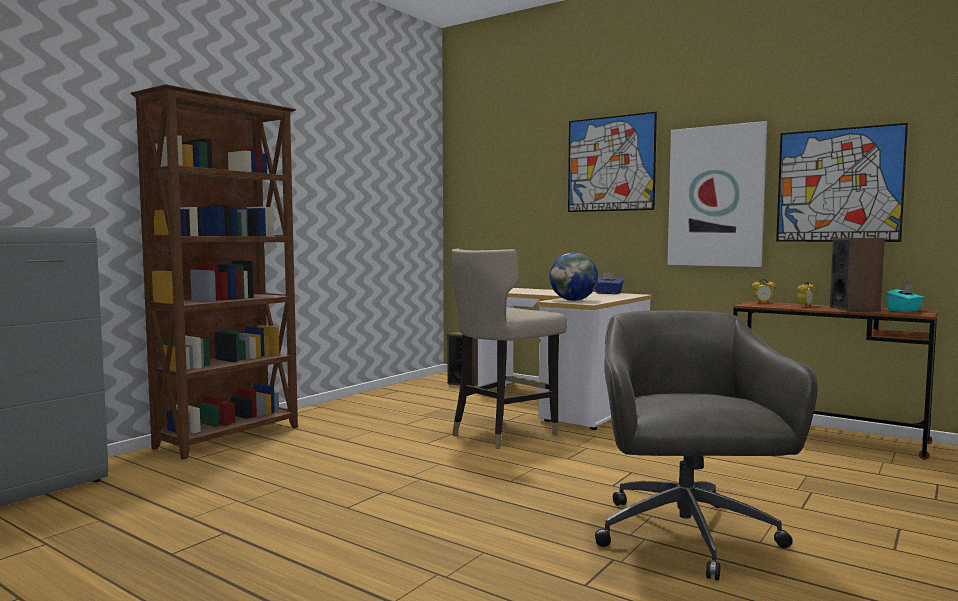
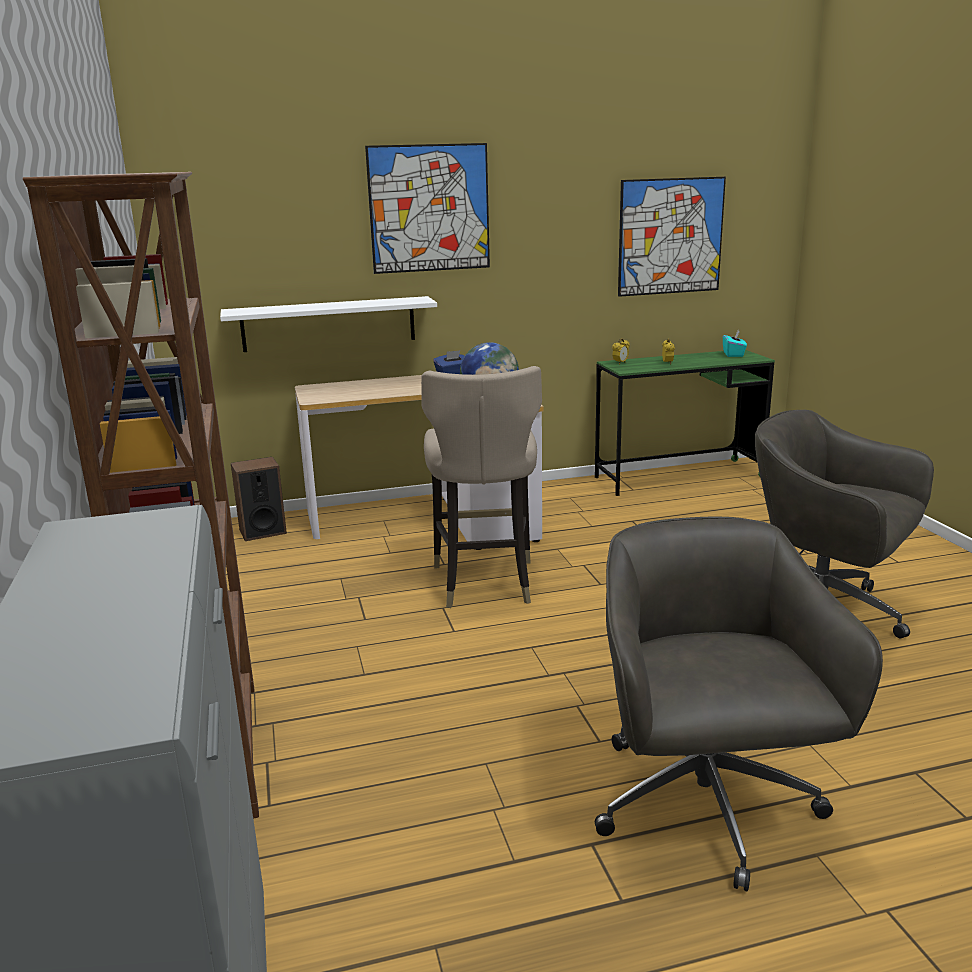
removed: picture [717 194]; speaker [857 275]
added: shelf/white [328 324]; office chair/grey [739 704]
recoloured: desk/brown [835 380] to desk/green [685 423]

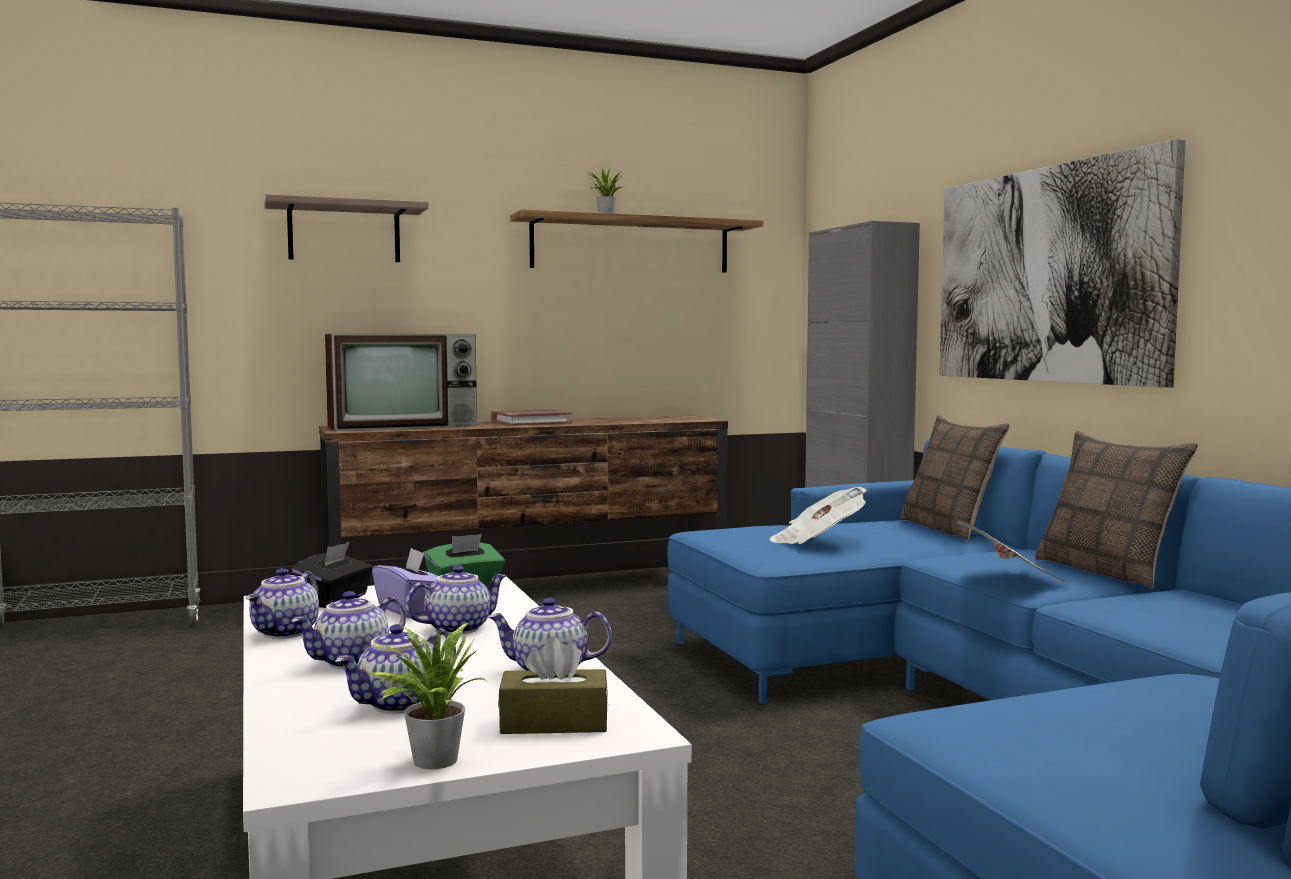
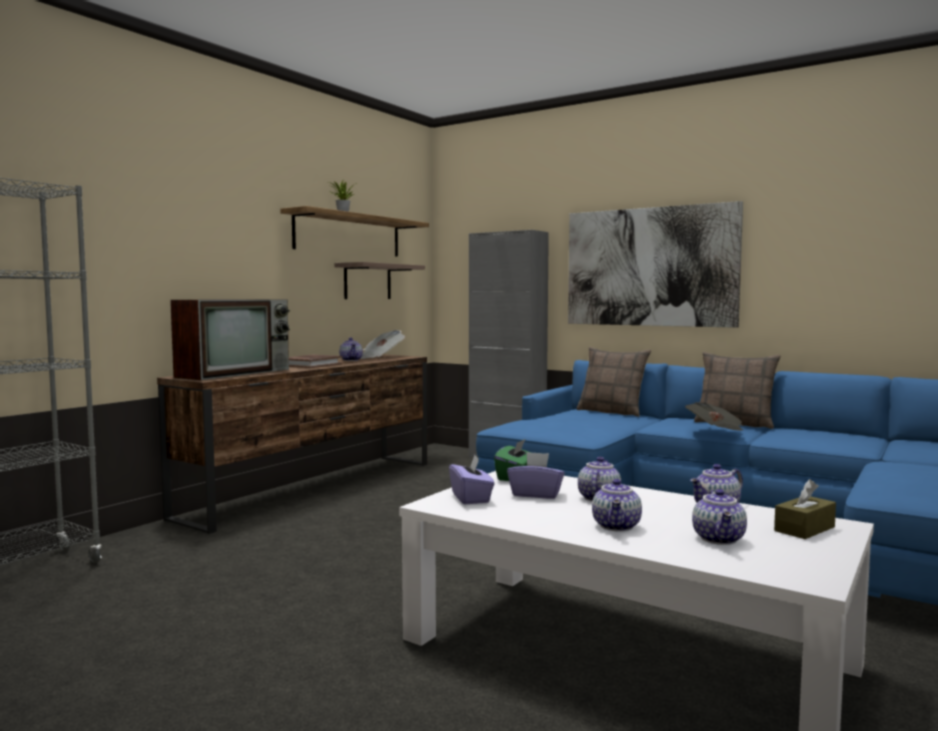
removed: potted plant [426 695]
moved: shelf [346 228] to [379 280]; newspaper [818 515] to [382 344]; teapot [282 603] to [351 349]
recoloured: tissue box/black [332 575] to tissue box/purple [471 479]

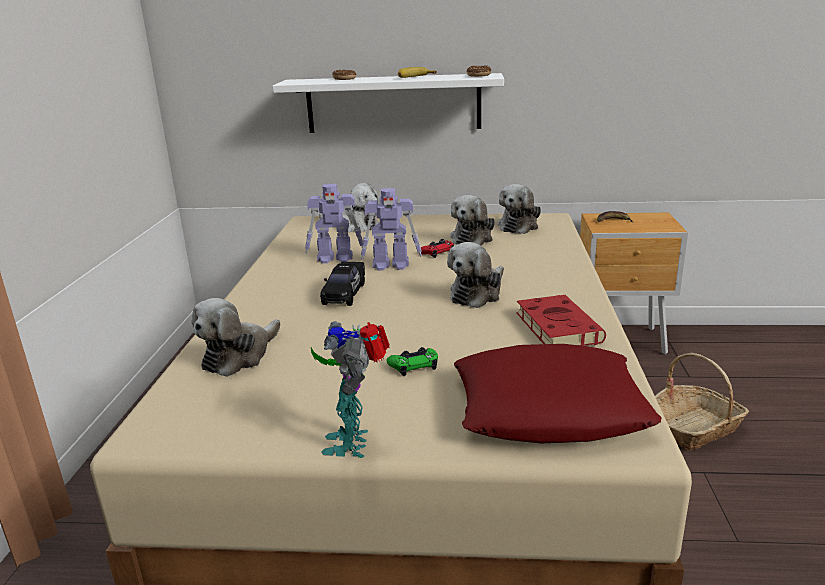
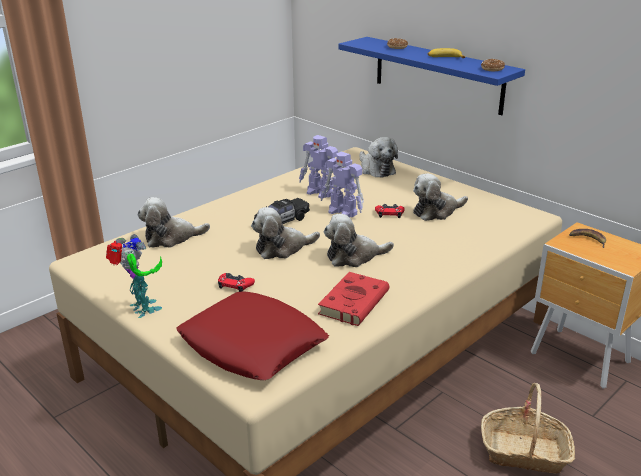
moved: plush toy [519 209] to [285 233]
recoloured: shelf/white [388 103] to shelf/blue [431 76]; game controller/green [412 361] to game controller/red [236 282]
turned: toy robot [350 389] = [134 276] 105 degrees clockwise

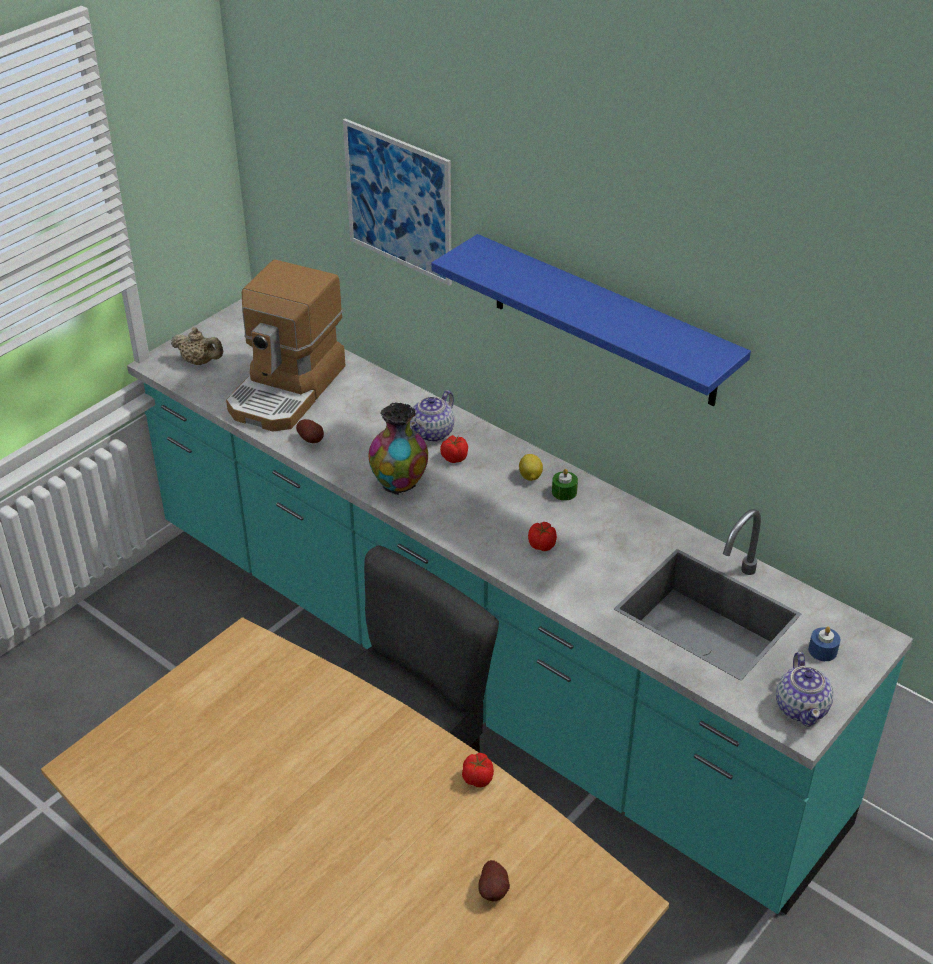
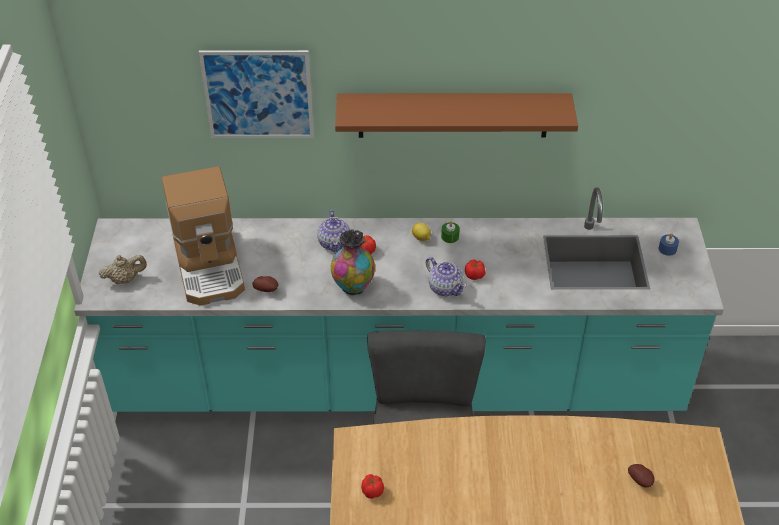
moved: teapot [804 689] to [446 276]; tomato [478 770] to [372 486]
recoloured: shelf/blue [591 320] to shelf/brown [456 115]

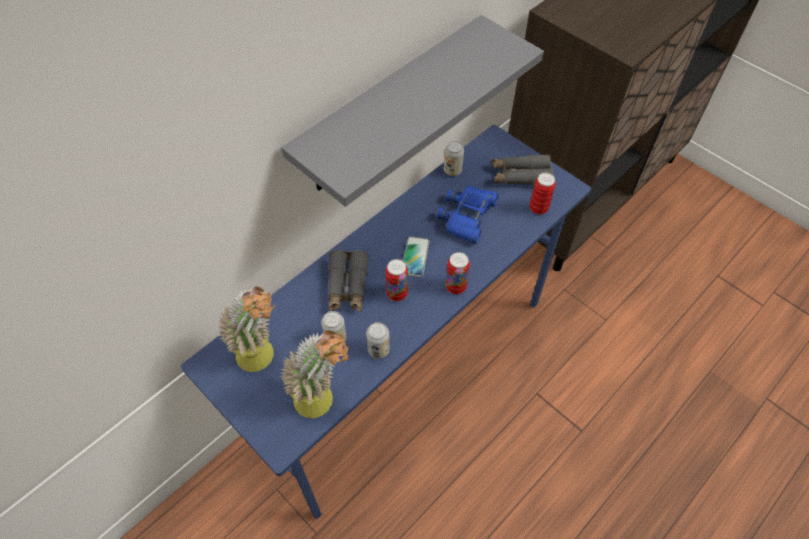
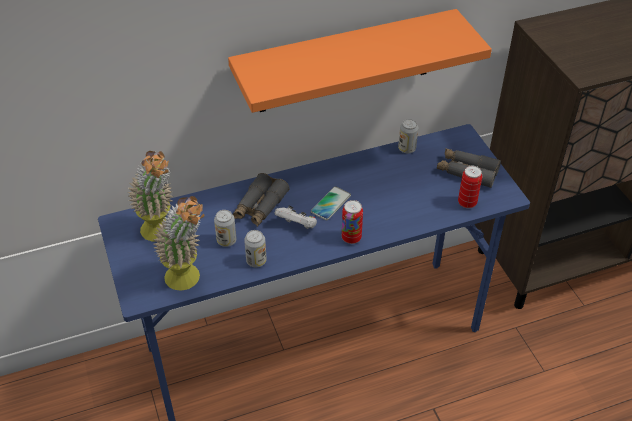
removed: binoculars/blue [468 214]
replaced: can [397 280] to game controller/white [296 217]
recoloured: shelf/grey [412 111] to shelf/orange [360 61]

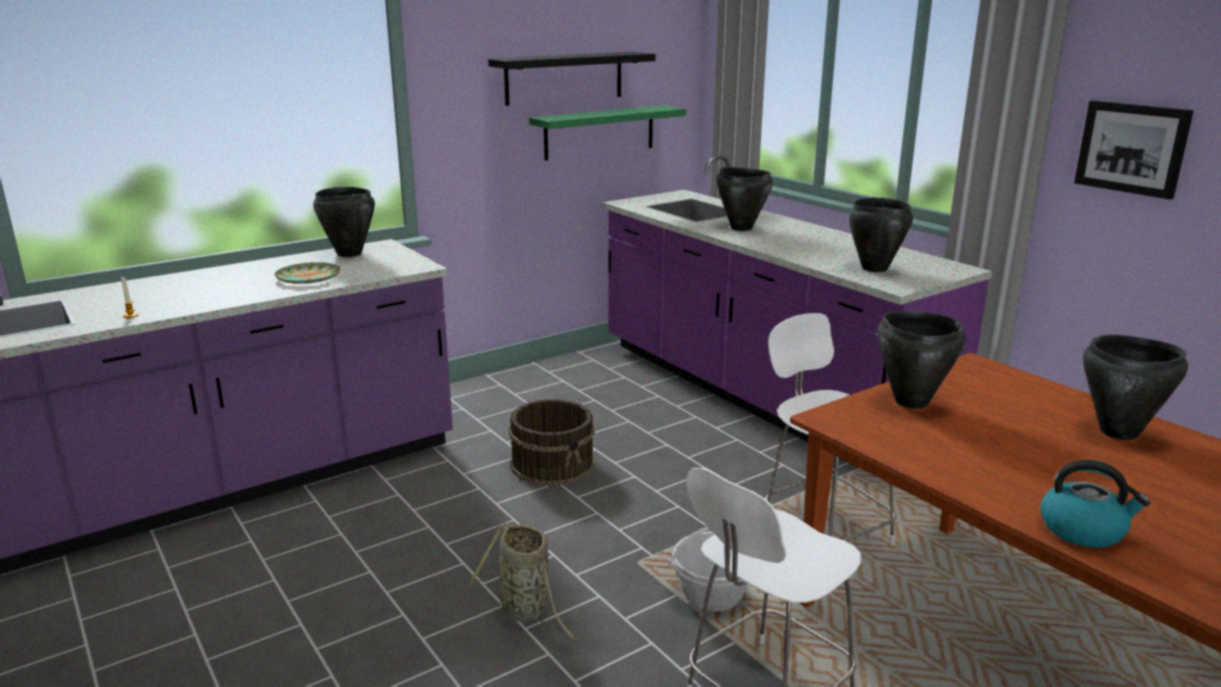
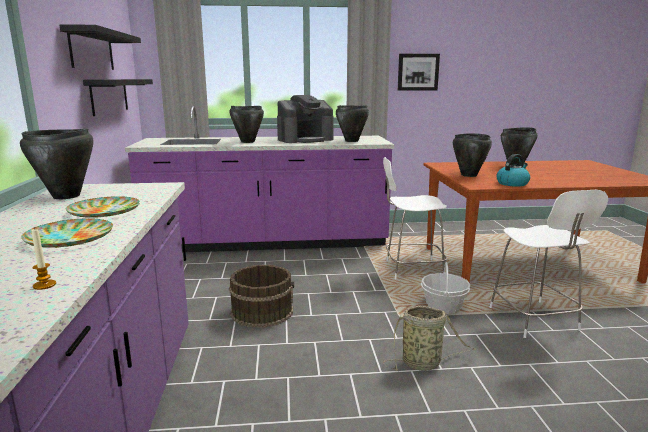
added: coffee machine [305 119]; plate [67 233]
moved: kettle [1095 504] to [513 170]
recoloured: shelf/green [607 133] to shelf/black [118 97]

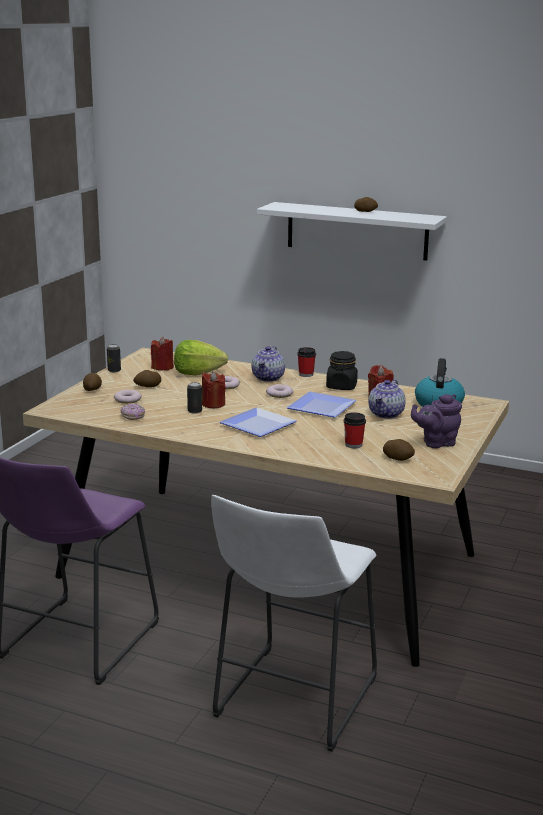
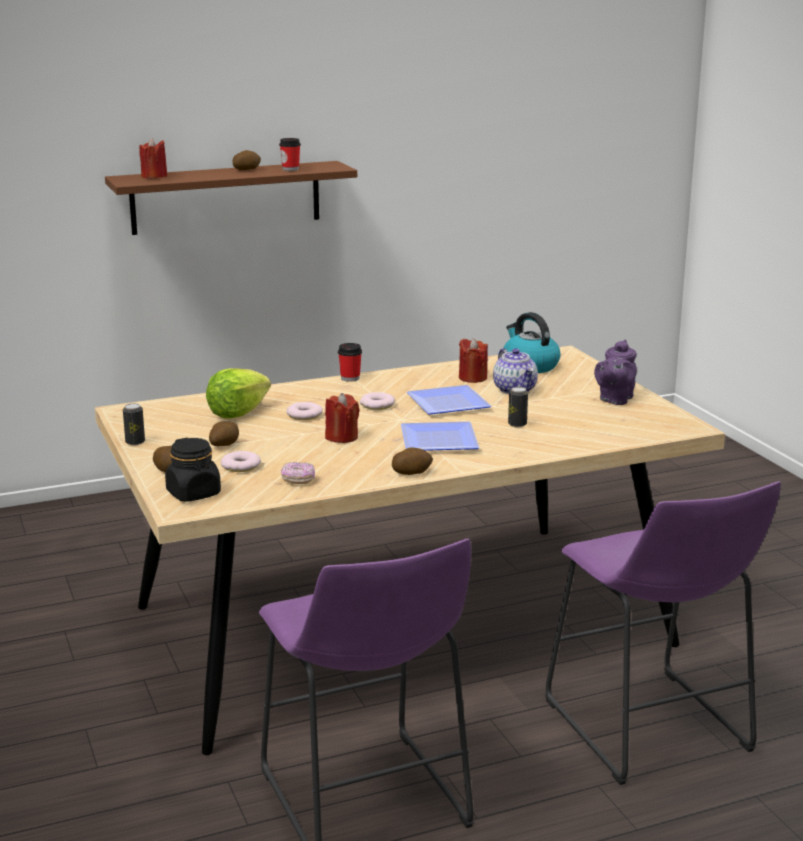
removed: teapot [268 364]
moved: candle/red [162 354] to [153 158]; jar/black [342 370] to [193 470]; can [194 398] to [518 407]; cup [355 430] to [290 154]; potato [399 450] to [412 461]
recoloured: shelf/white [352 231] to shelf/brown [231 198]; stool/white [294 623] to stool/purple [663 633]

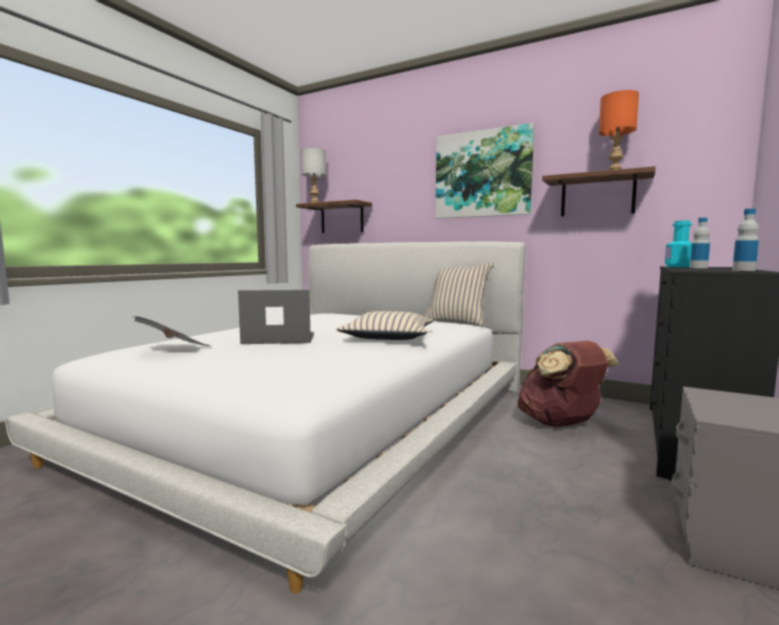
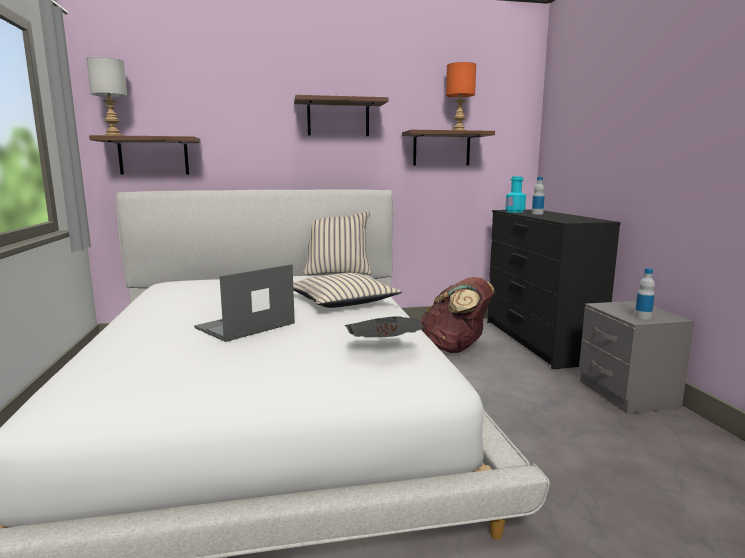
moved: bottle [745 240] to [645 294]; newspaper [172 331] to [384 326]
replaced: picture [484 171] to shelf [341 115]

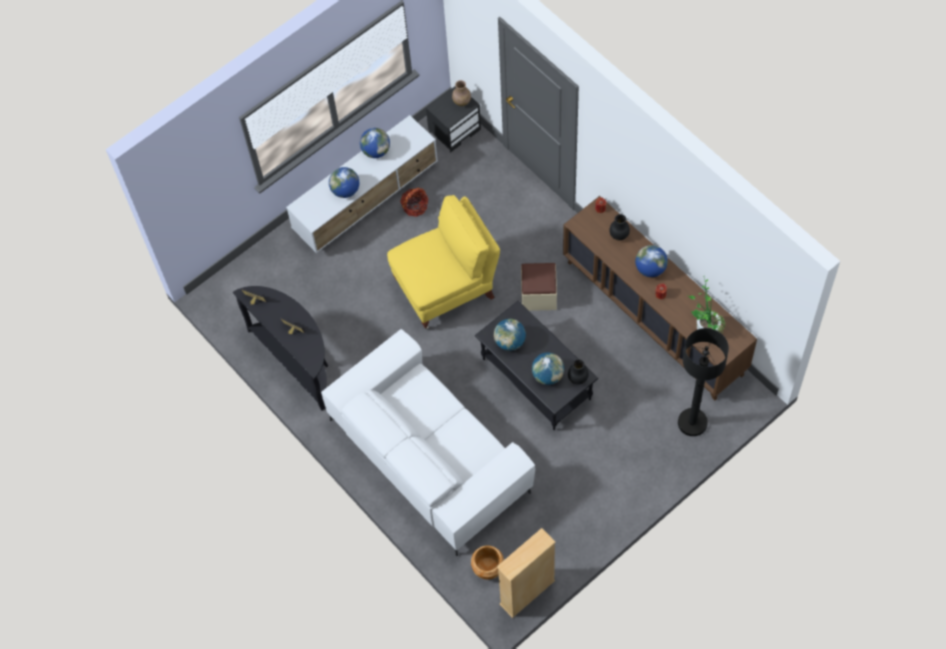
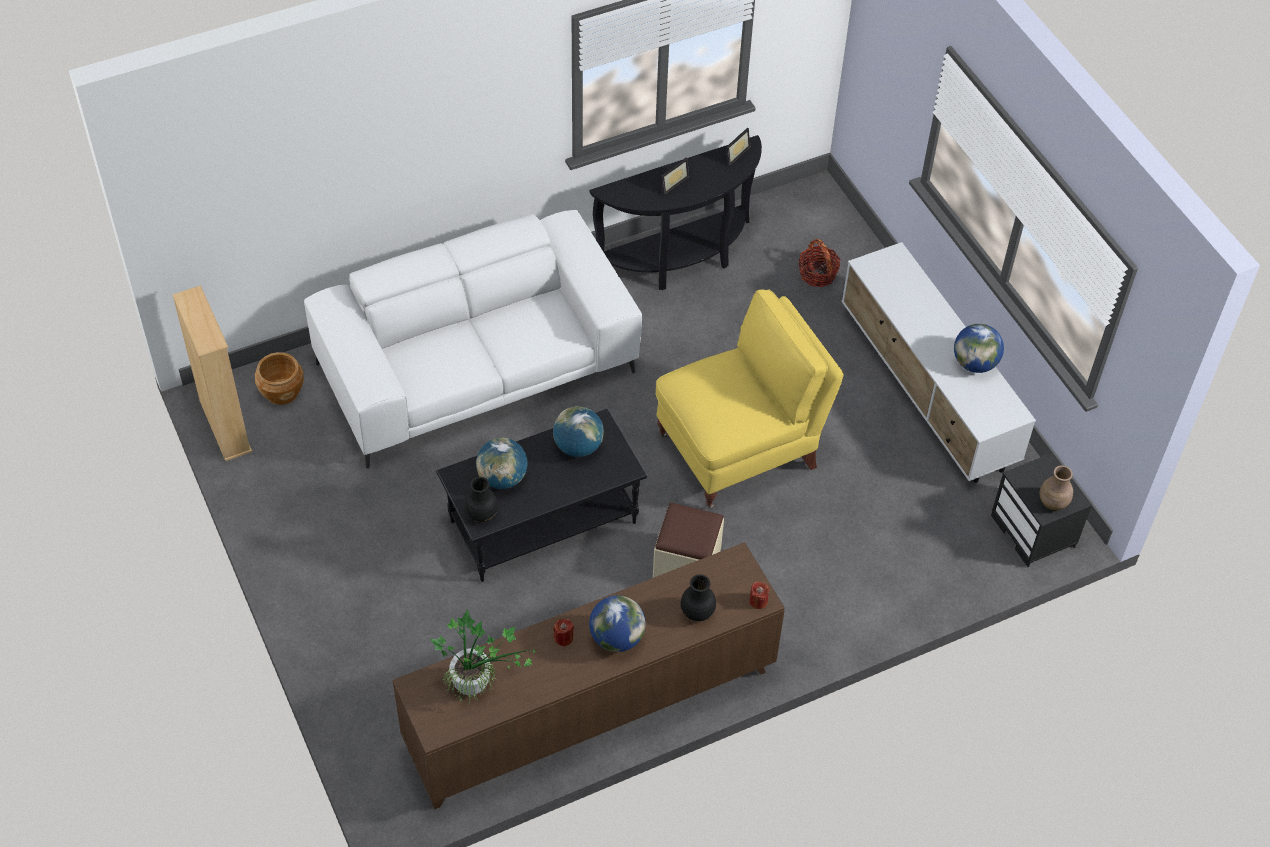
removed: globe [344 182]; floor lamp/black [703 382]
moved: basket [414 202] to [820 263]
turned: armchair/yellow [443 262] = [749 399] 105 degrees counterclockwise

